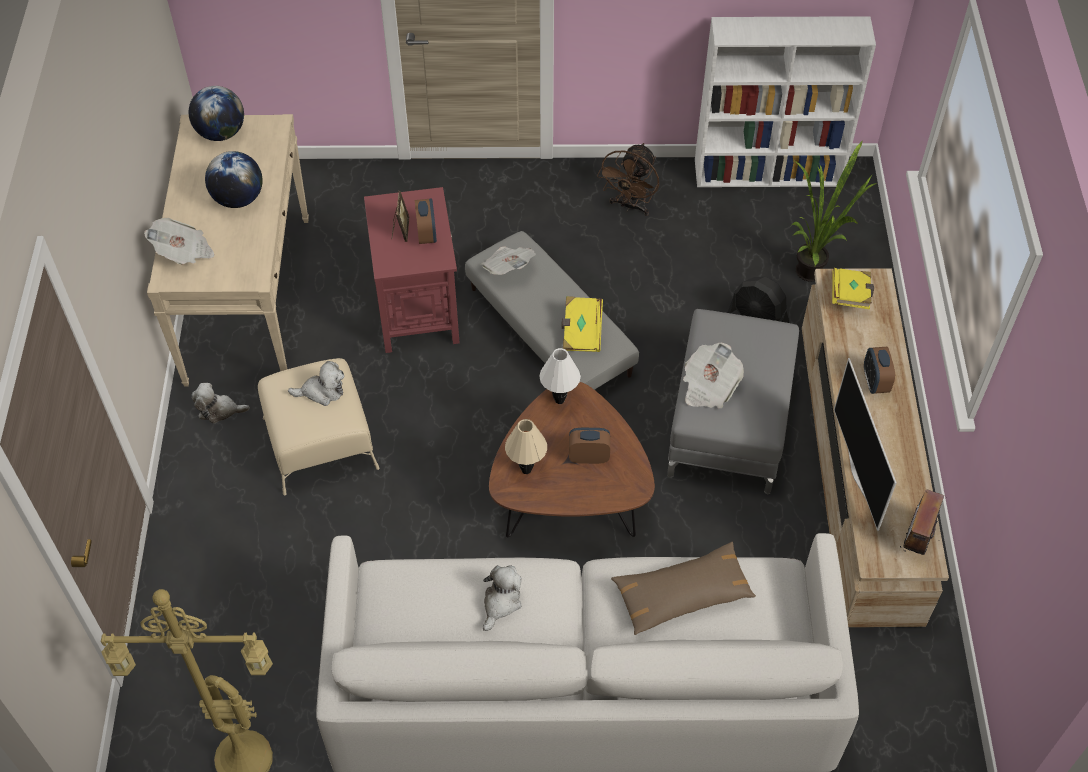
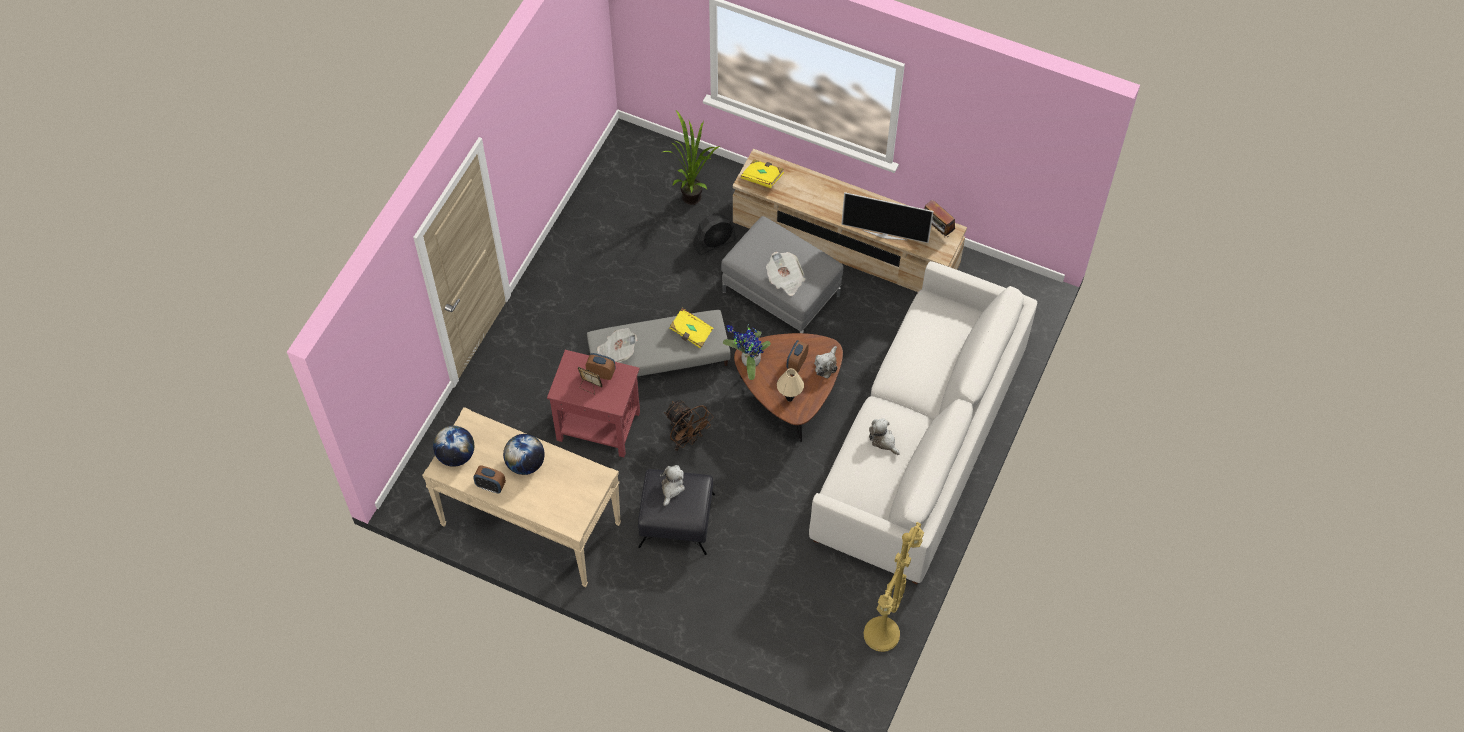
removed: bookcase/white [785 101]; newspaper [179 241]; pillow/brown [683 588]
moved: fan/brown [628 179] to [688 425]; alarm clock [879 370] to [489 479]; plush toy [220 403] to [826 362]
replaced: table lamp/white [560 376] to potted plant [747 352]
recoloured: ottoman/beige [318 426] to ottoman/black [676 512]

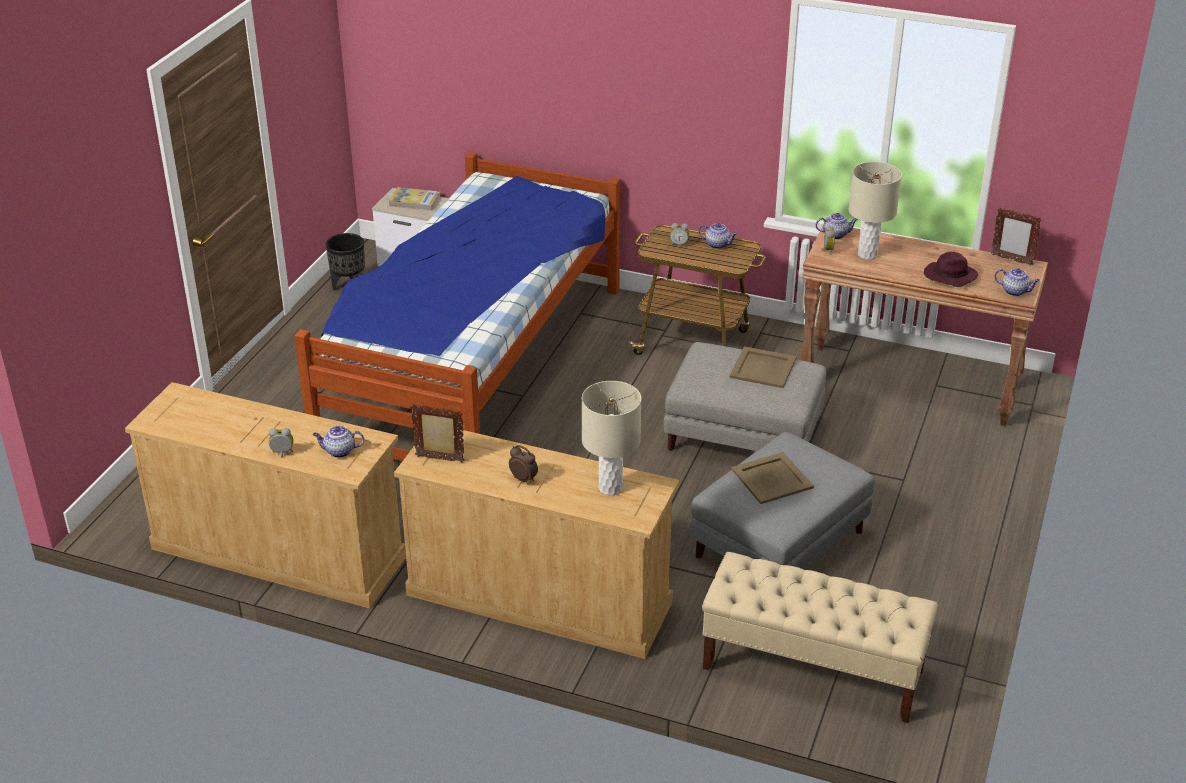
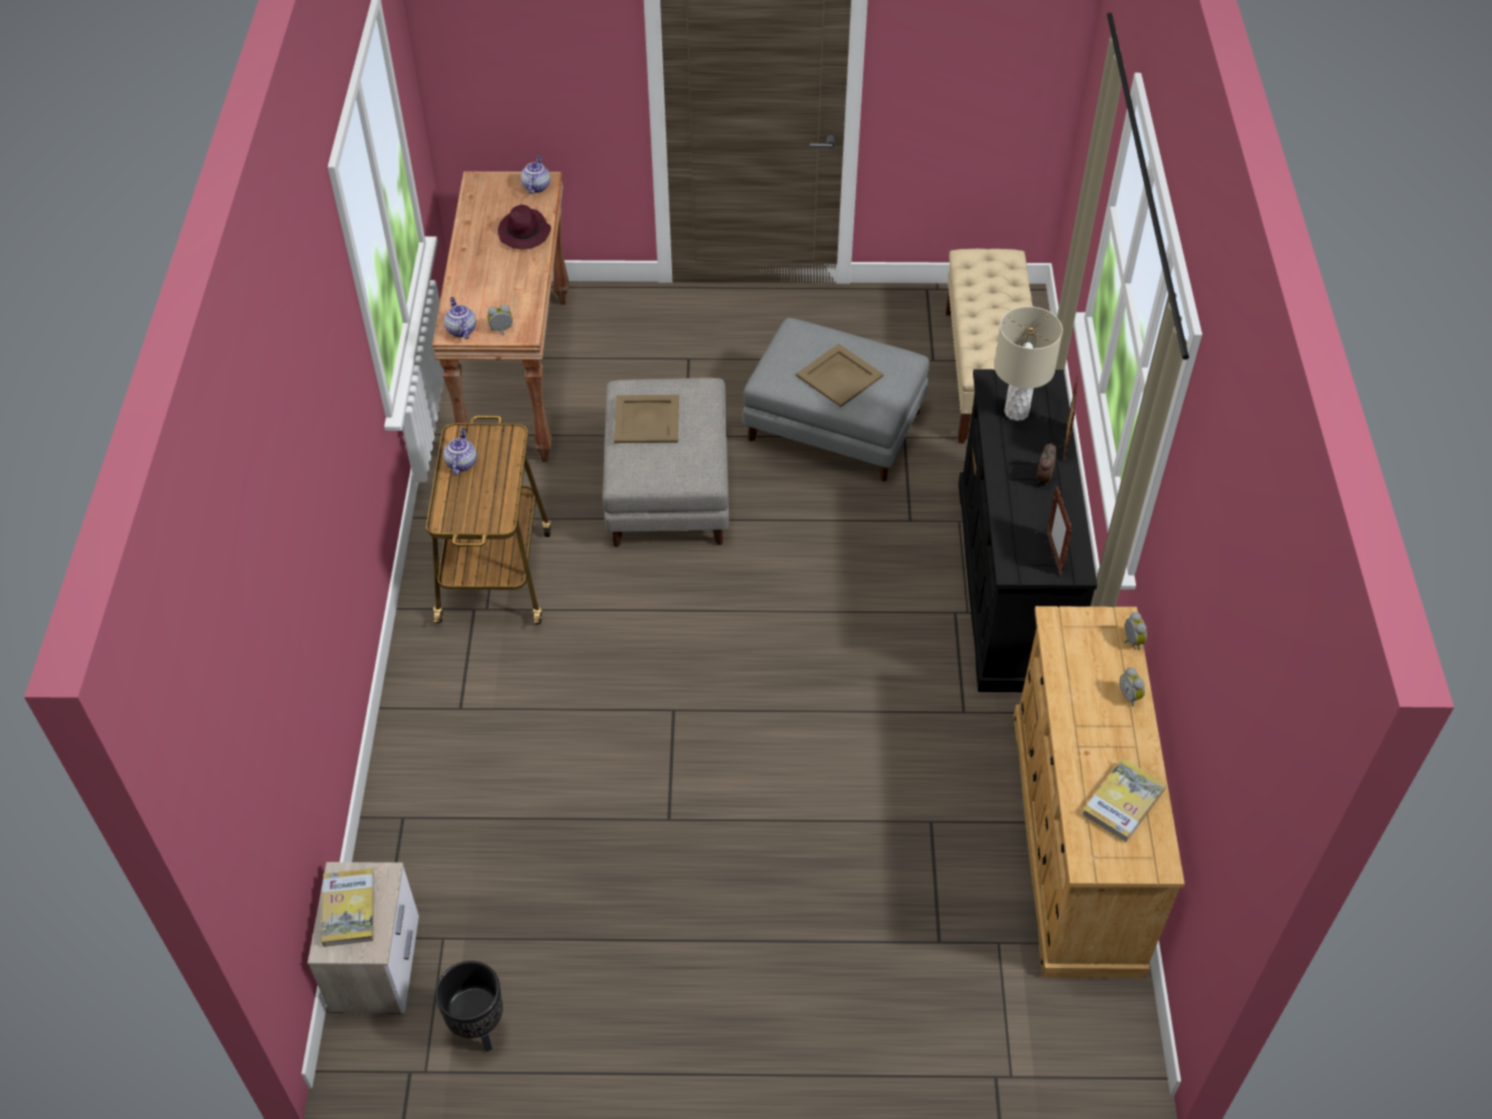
removed: bed [457 306]; table lamp/beige [875 211]; teapot [338 442]
added: book [1124 800]
moved: picture frame [1016 237] to [1071 418]; alarm clock [679 235] to [1135 631]
recoloured: dresser/beige [536 544] to dresser/black [1027 530]

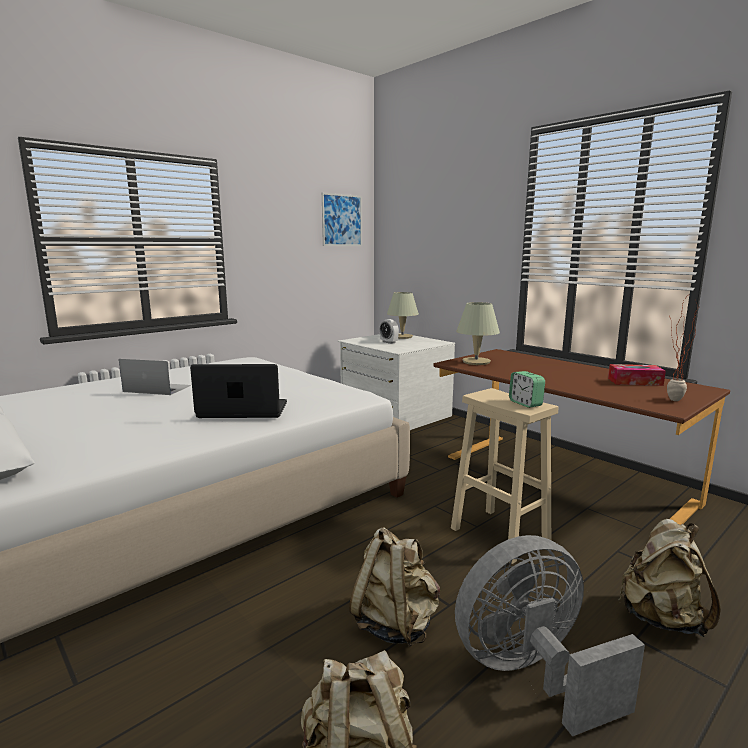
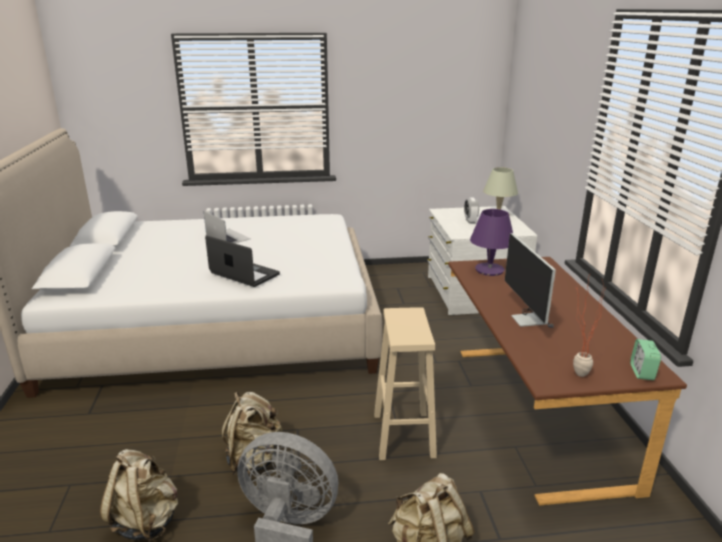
removed: picture [342 219]; tissue box [637 375]
added: monitor [530 280]
moved: alarm clock [527 389] to [645 359]
recoloured: table lamp/beige [478 333] to table lamp/purple [491 242]

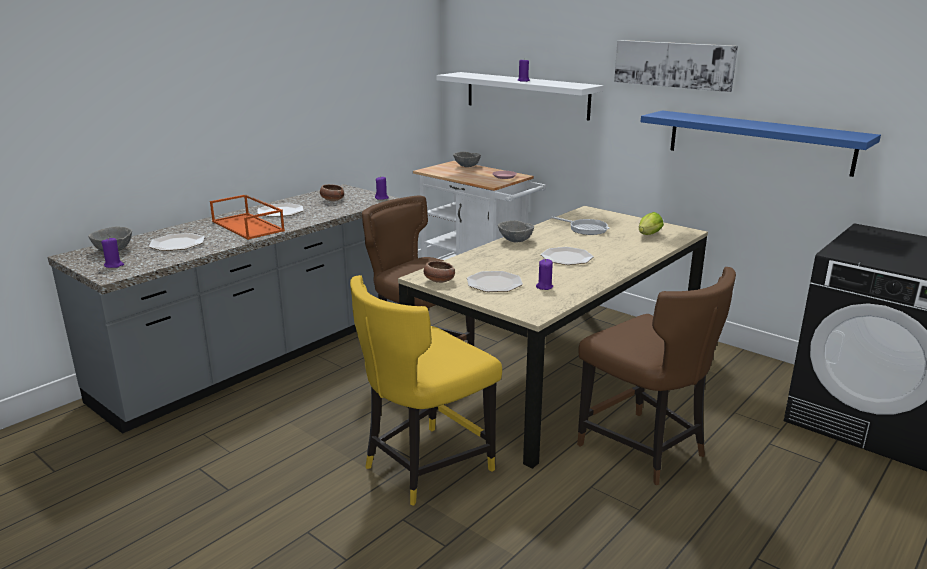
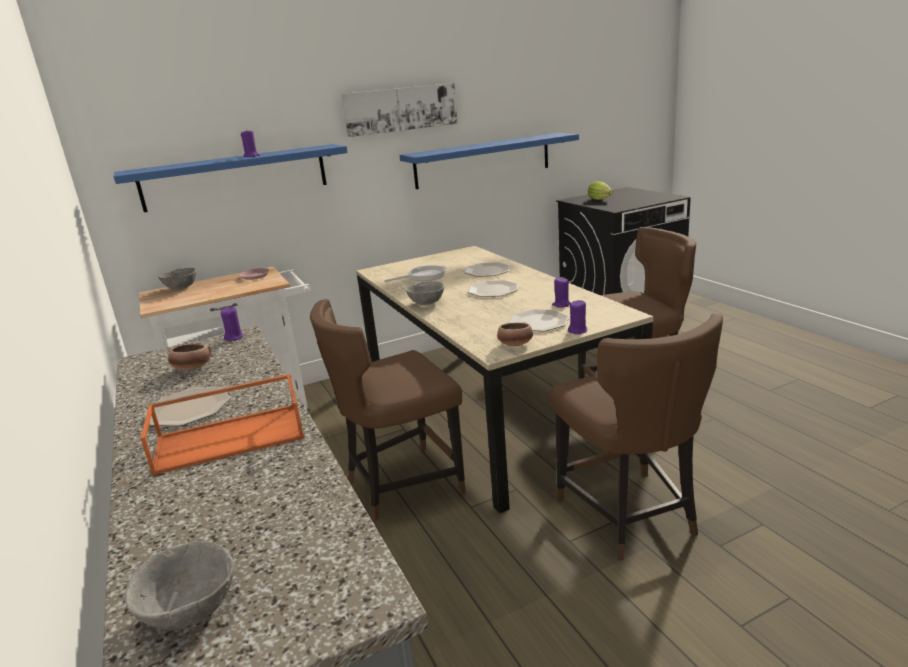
moved: lettuce [651 223] to [600 190]; plate [177 242] to [487 269]; candle/purple [112 252] to [577 317]
recoloured: shelf/white [520 96] to shelf/blue [231 178]; chair/yellow [426 390] to chair/brown [636 437]

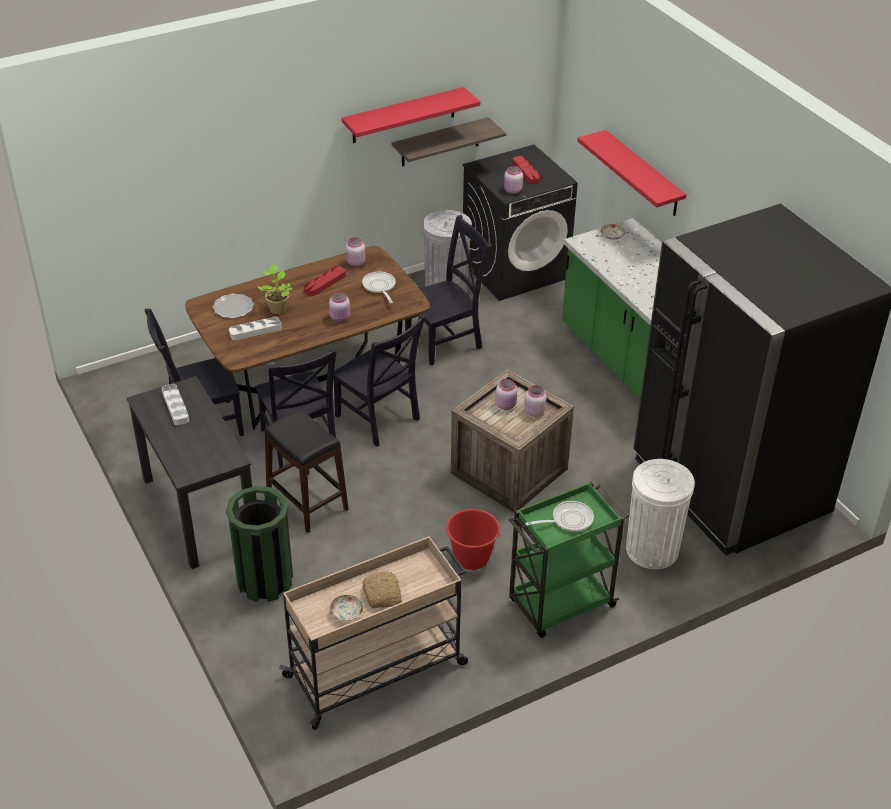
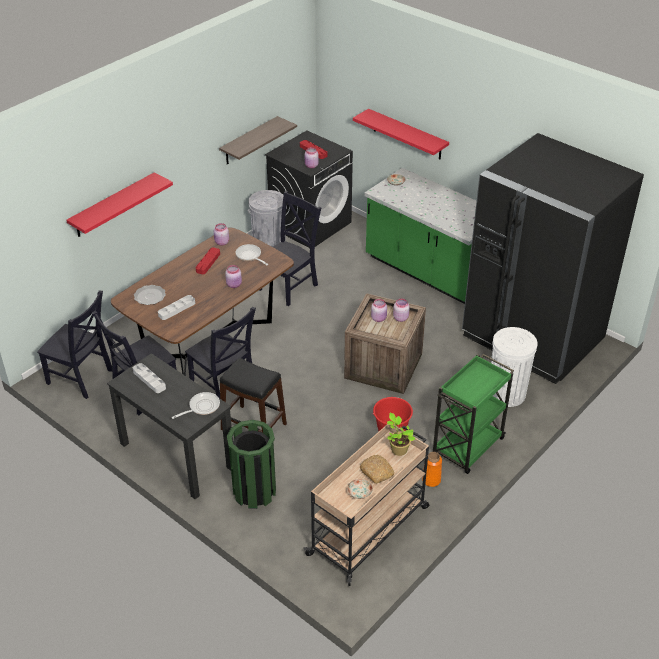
added: vase/orange [432 469]
moved: shelf/red [410 115] to [119 204]; potted plant [275 289] to [401 434]; chair/black [380 380] to [74 345]; frying pan [559 516] to [196 405]

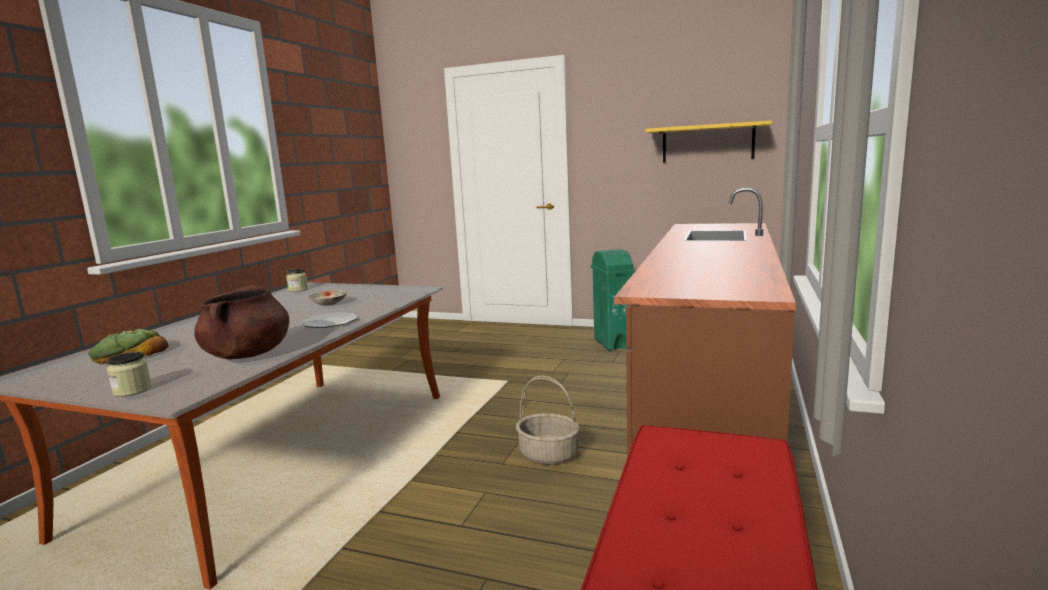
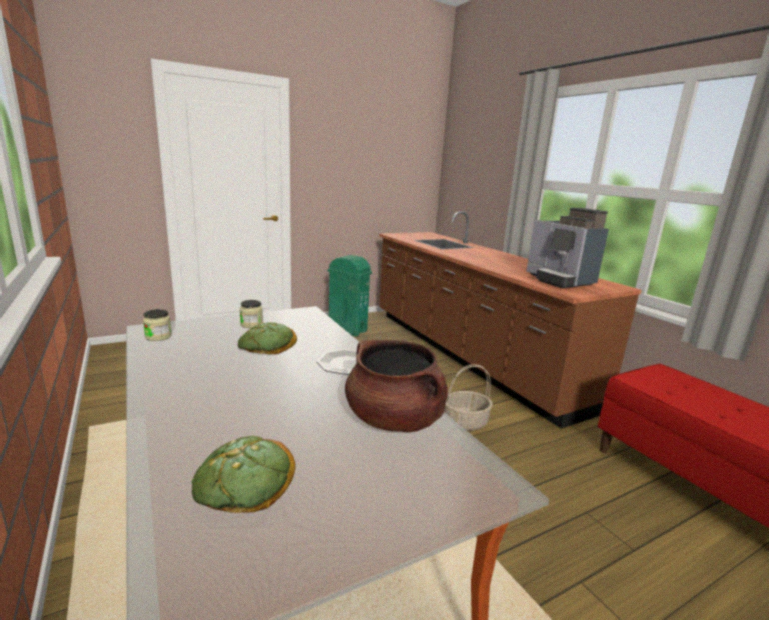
removed: shelf/yellow [708 141]
added: coffee machine [567 248]
moved: jar [129 374] to [251 314]
replaced: plate [328 297] to bread [267 338]

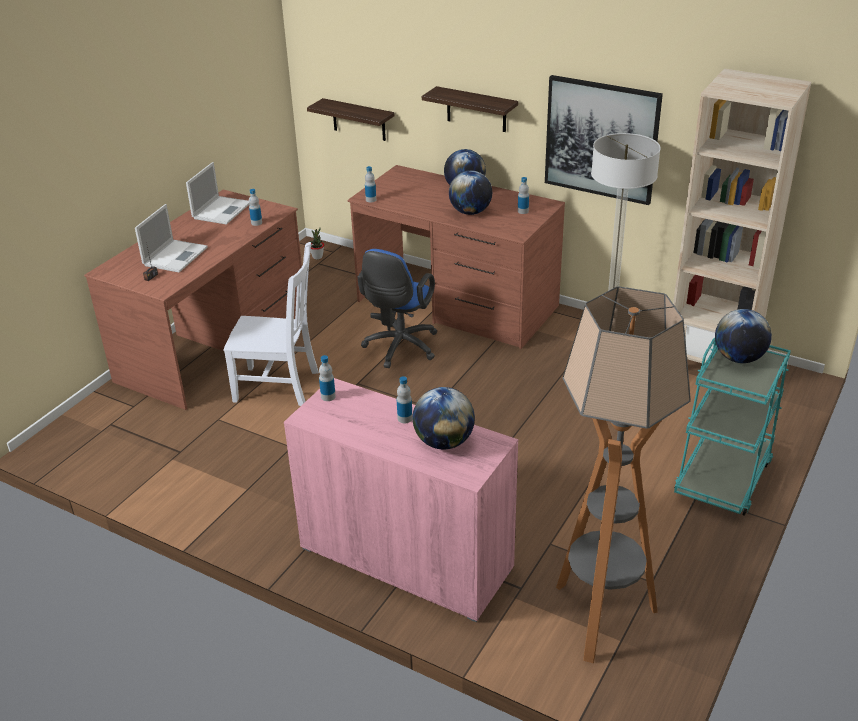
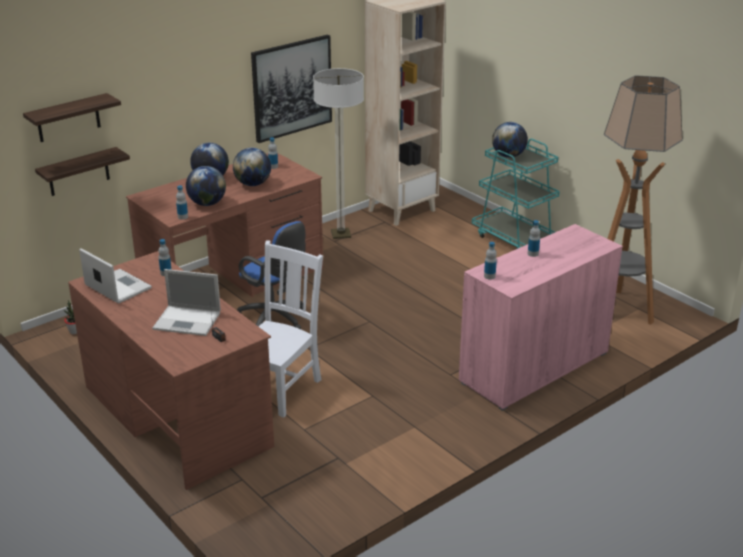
moved: shelf [470 109] to [72 117]; globe [444 418] to [206 186]
turned: laptop [171 238] = [186 302] 150 degrees clockwise

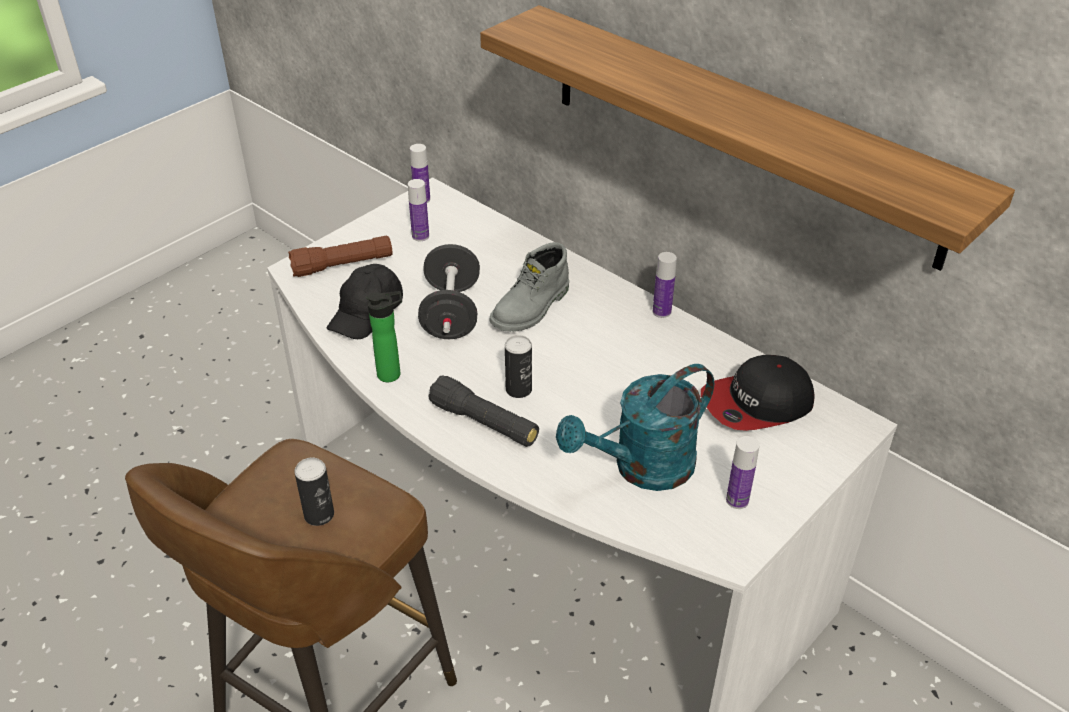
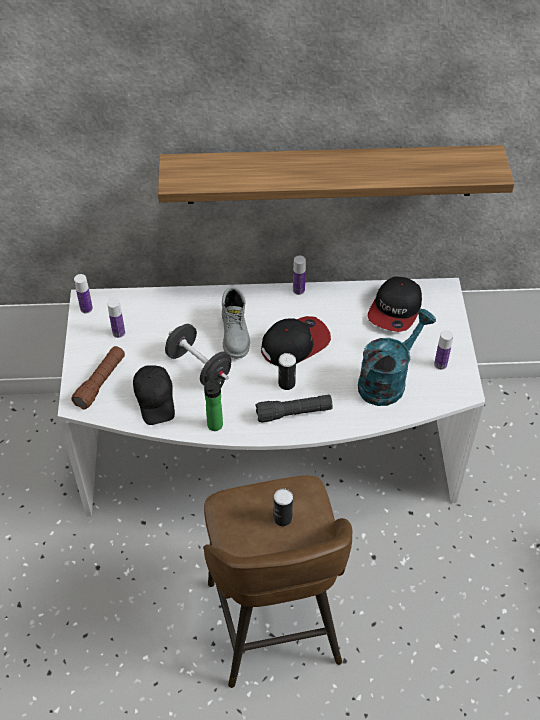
added: cap [296 341]
turned: watering can/turquoise [635 427] = [397 357] 150 degrees counterclockwise

